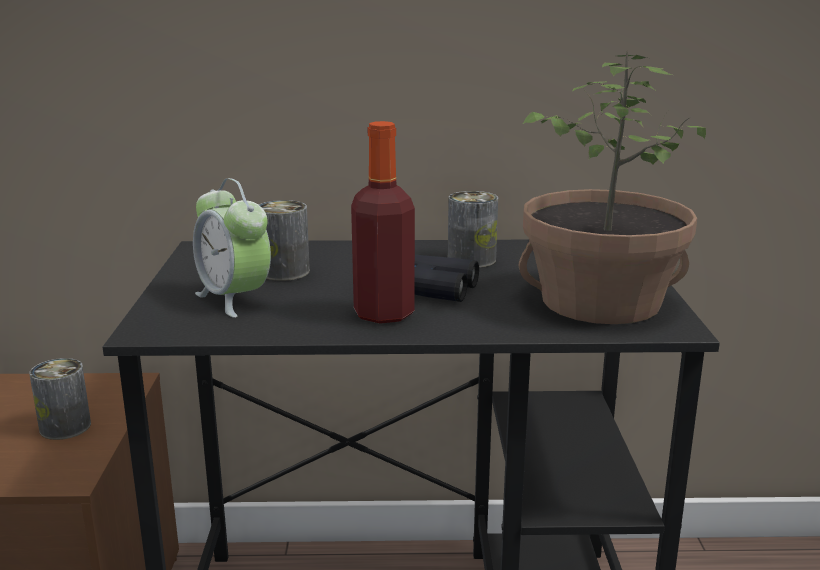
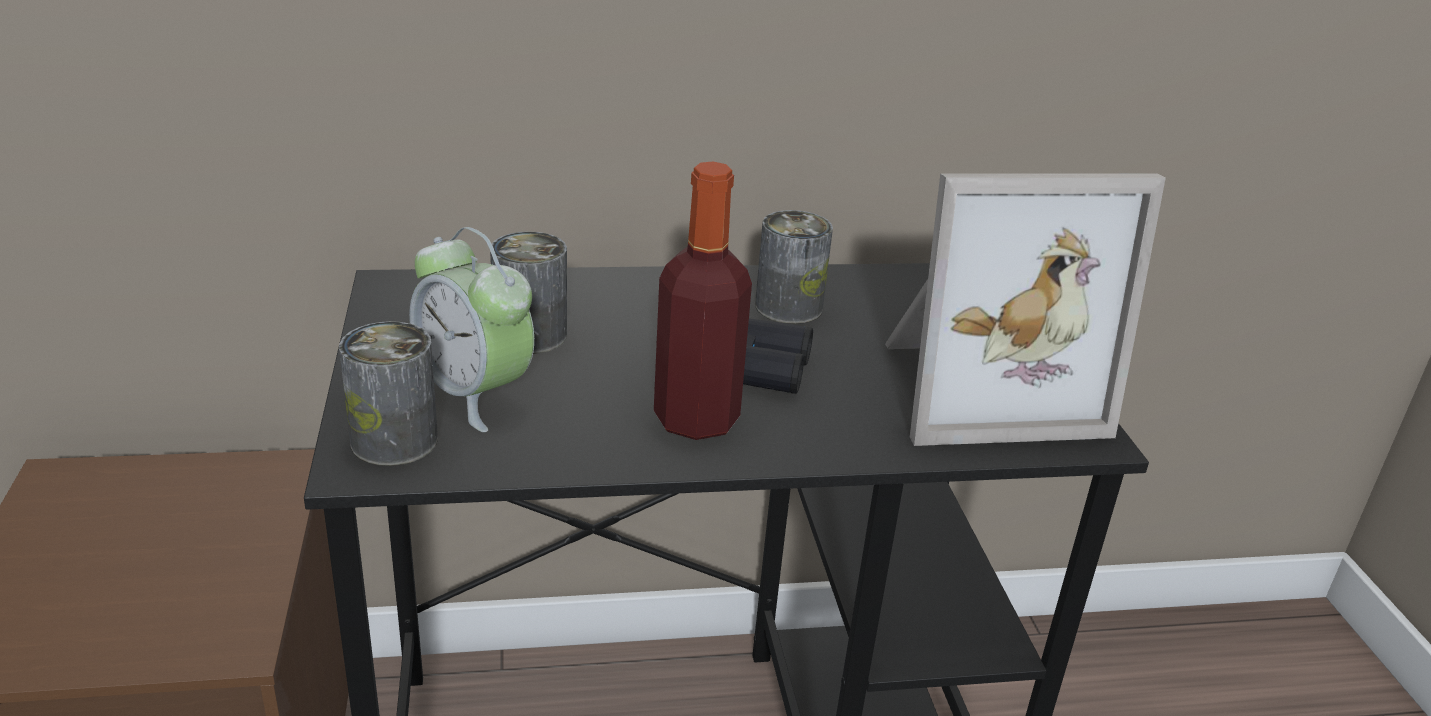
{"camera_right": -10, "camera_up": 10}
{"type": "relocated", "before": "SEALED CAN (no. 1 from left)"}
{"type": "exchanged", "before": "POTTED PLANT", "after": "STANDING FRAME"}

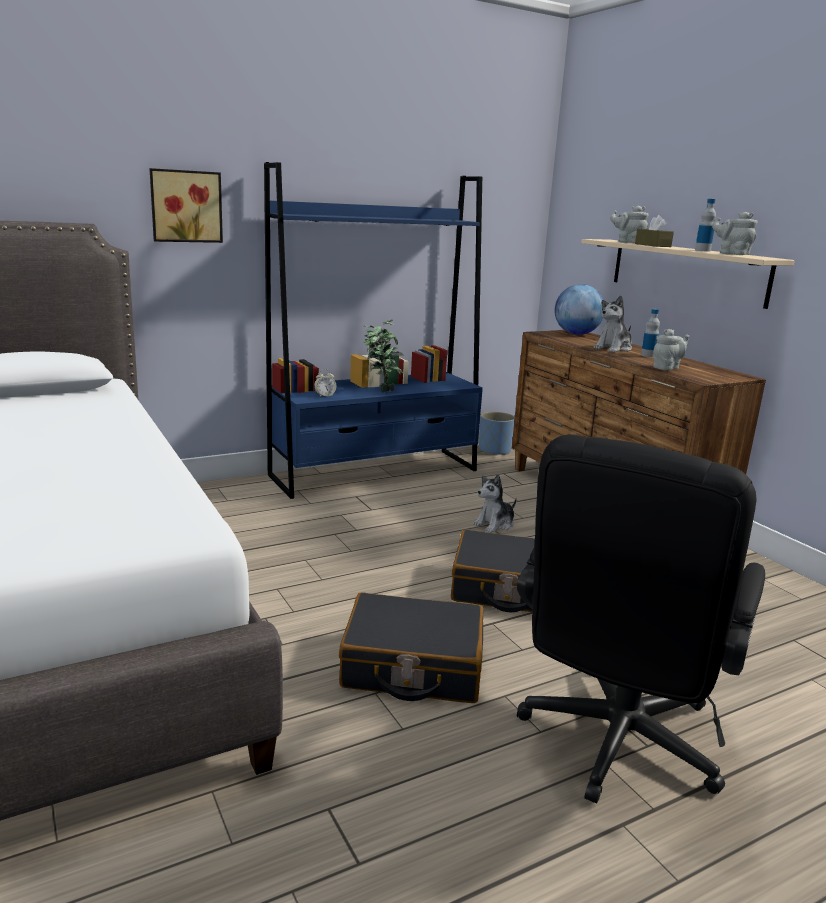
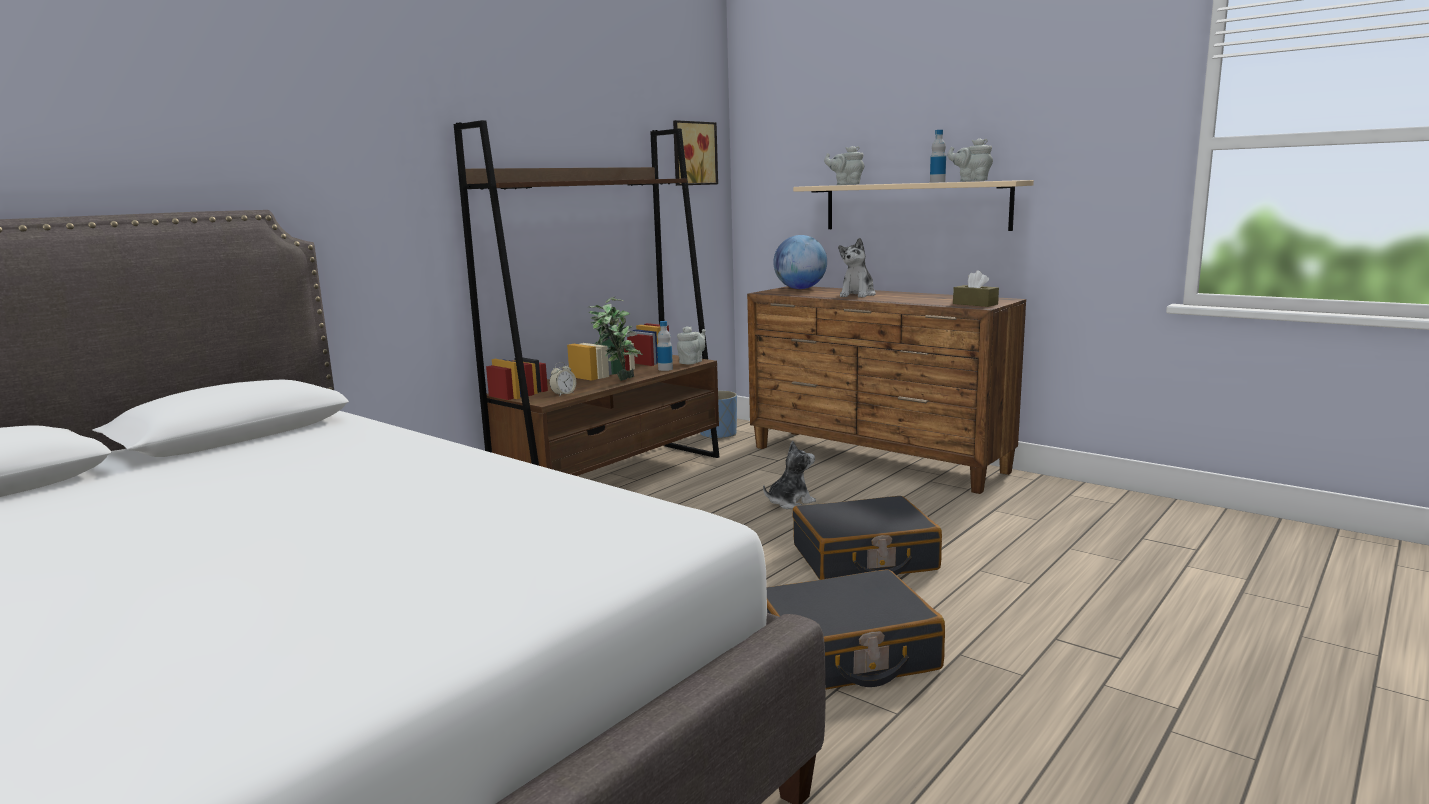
{"camera_right": -20, "camera_up": -5}
{"type": "colour", "before": "BLUE SHELVING UNIT", "after": "BROWN-COLOURED SHELVING UNIT"}
{"type": "relocated", "before": "BOTTLE (no. 1 from left)"}
{"type": "relocated", "before": "WALL PICTURE"}
{"type": "relocated", "before": "GREY TEA POT (no. 2 from left in the first image)", "after": "GREY TEA POT (no. 1 from left)"}
{"type": "spun", "before": "CUDDLY TOY (no. 1 from left)", "turn": -150}
{"type": "relocated", "before": "BROWN-COLOURED TISSUE HOLDER"}
{"type": "missing", "before": "BLACK OFFICE CHAIR"}

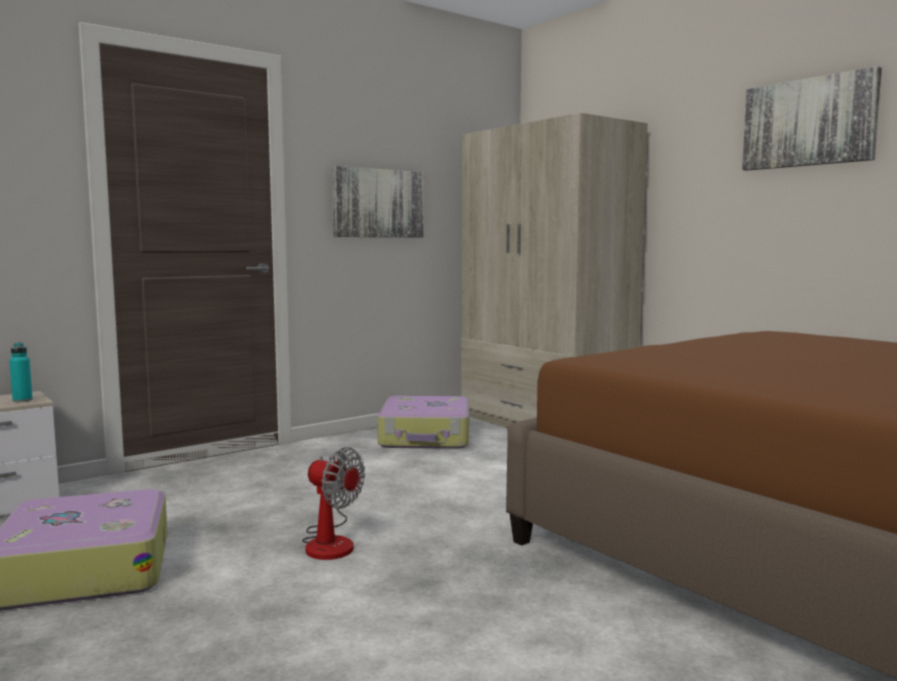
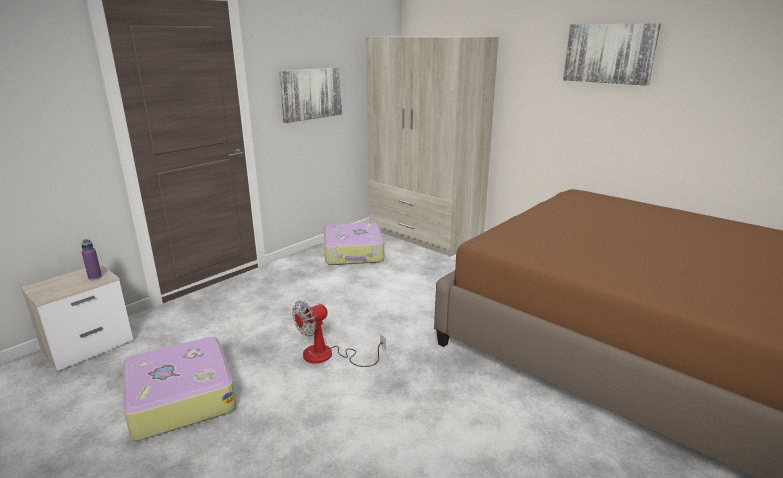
{"camera_right": -10, "camera_up": 15}
{"type": "colour", "before": "TURQUOISE BOTTLE", "after": "PURPLE BOTTLE"}
{"type": "spun", "before": "FAN", "turn": 120}

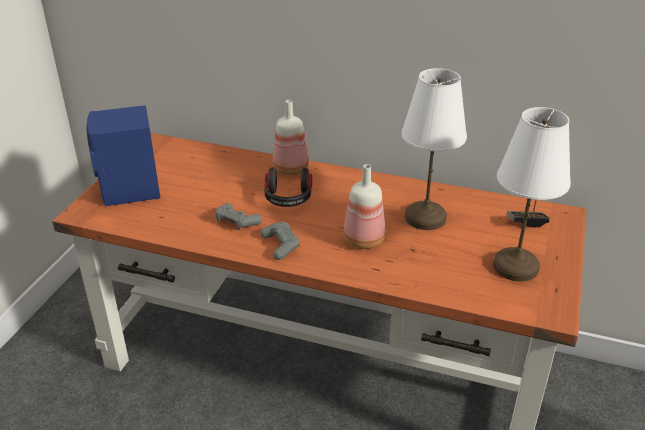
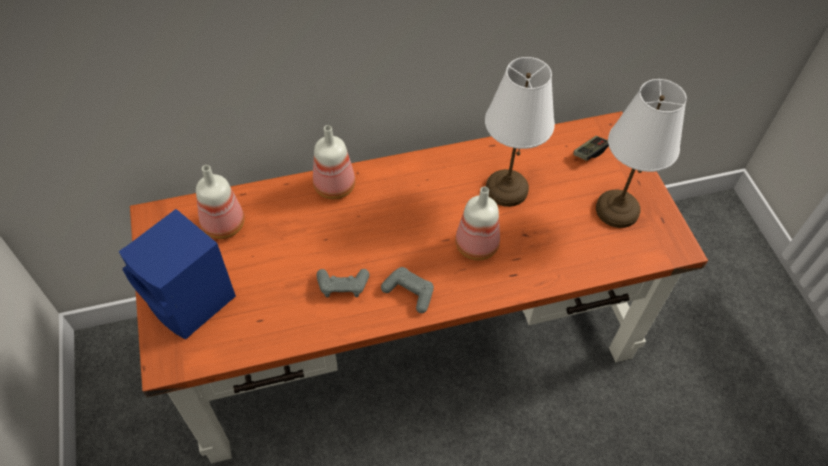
{"camera_right": -35, "camera_up": 20}
{"type": "appeared", "after": "BOTTLE (no. 1 from left)"}
{"type": "missing", "before": "PAIR OF HEADPHONES"}

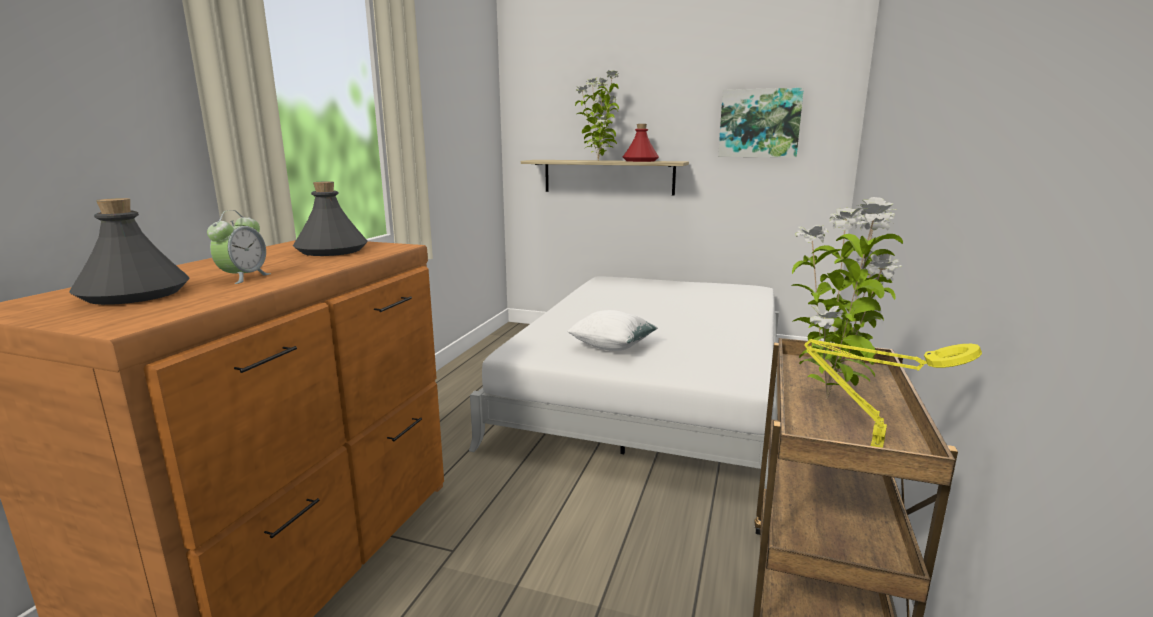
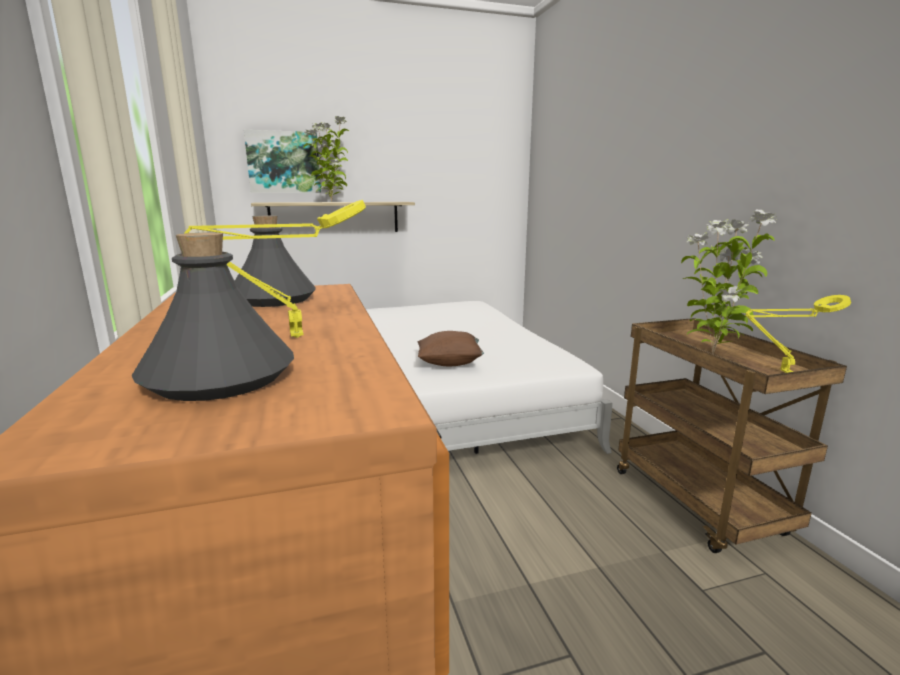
{"camera_right": -35, "camera_up": 0}
{"type": "exchanged", "before": "BEDSIDE CLOCK", "after": "YELLOW-COLOURED LAMP FOR A TABLE (no. 1 from left)"}
{"type": "relocated", "before": "WALL PICTURE"}
{"type": "colour", "before": "WHITE-COLOURED CUSHION", "after": "BROWN-COLOURED CUSHION"}
{"type": "missing", "before": "REDDISH BOTTLE"}

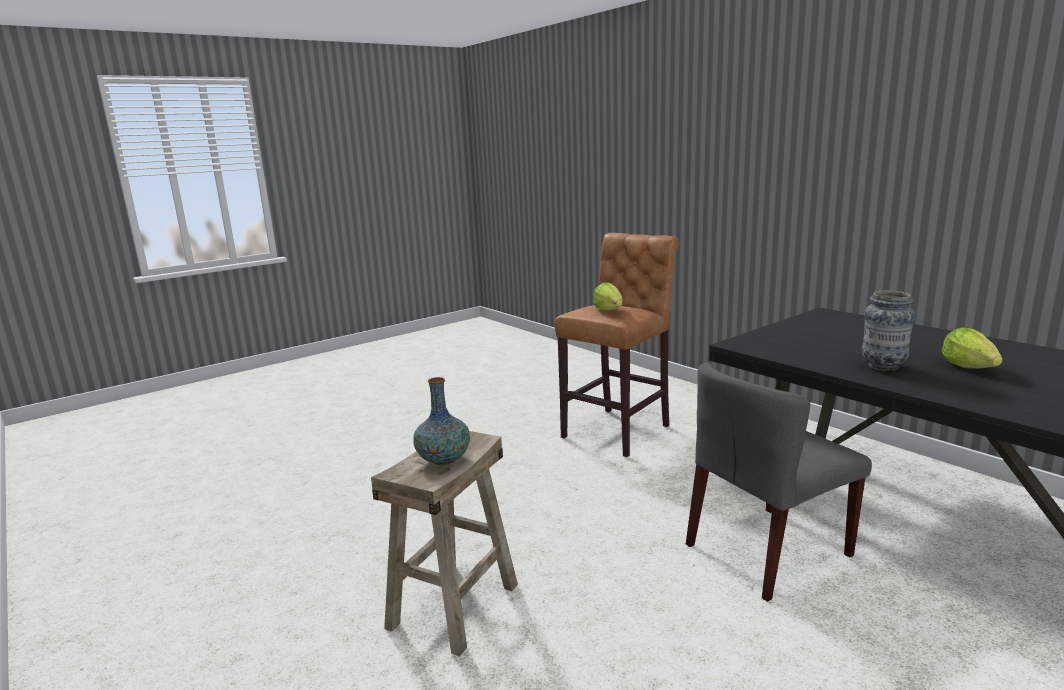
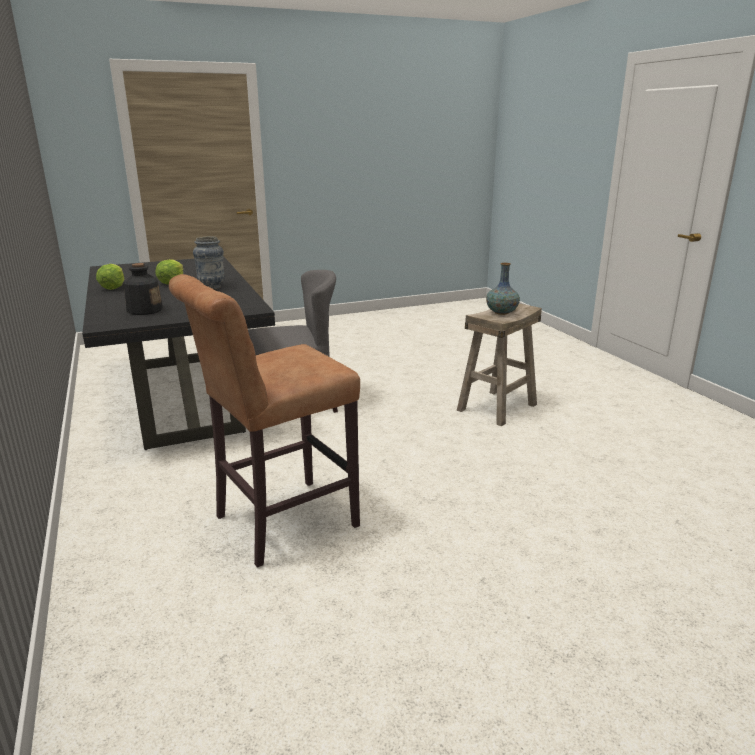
{"camera_right": -165, "camera_up": 5}
{"type": "relocated", "before": "LETTUCE HEAD (no. 1 from left)"}
{"type": "appeared", "after": "BOTTLE"}

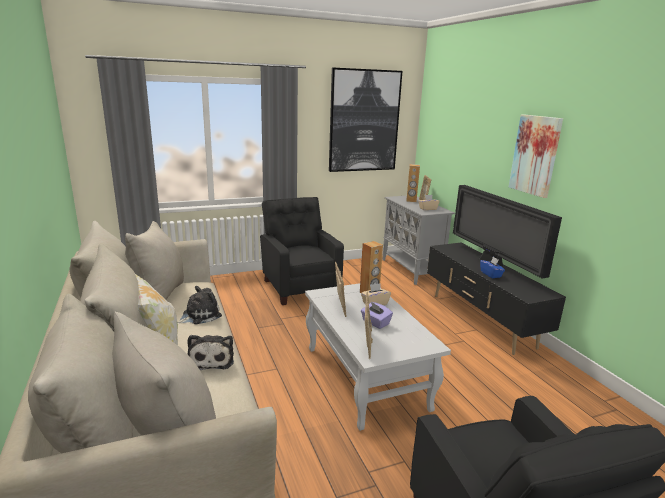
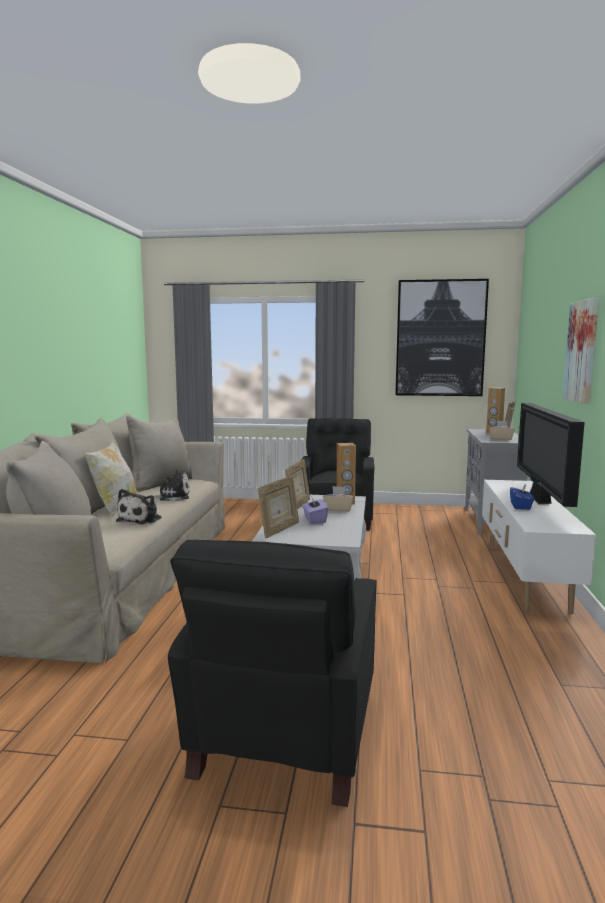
{"camera_right": 30, "camera_up": -10}
{"type": "colour", "before": "BLACK TV STAND", "after": "WHITE-COLOURED TV STAND"}

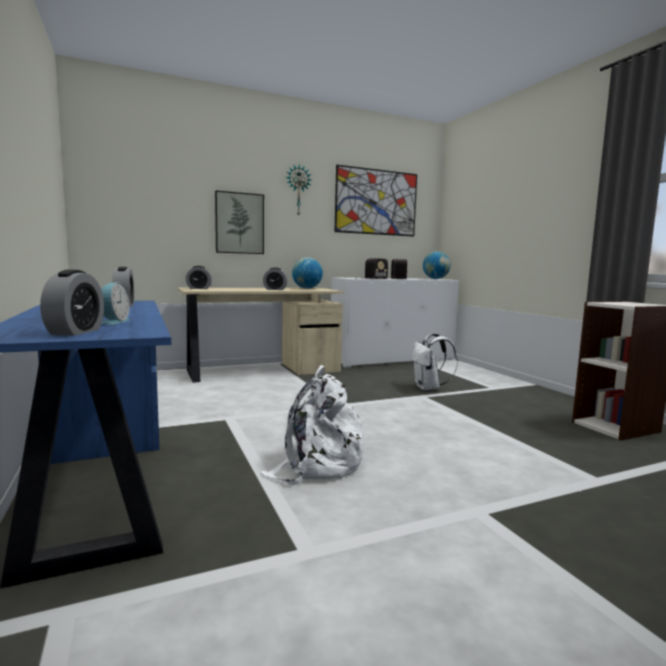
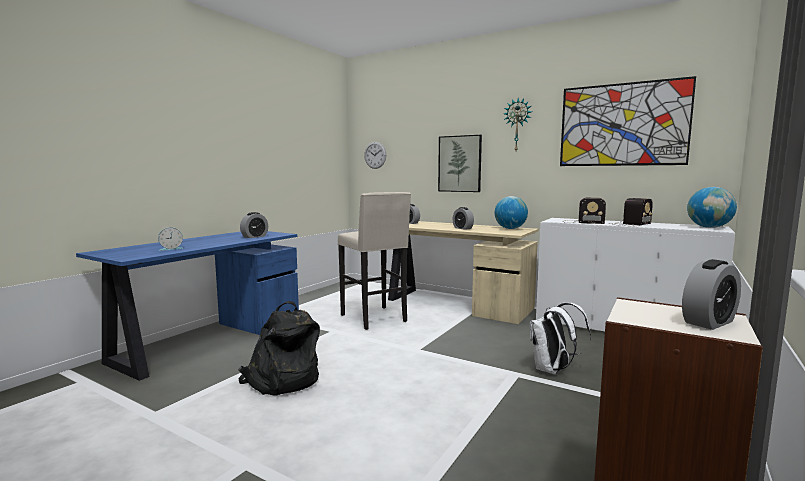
{"camera_right": 55, "camera_up": 0}
{"type": "colour", "before": "WHITE-COLOURED KNAPSACK (no. 1 from left)", "after": "BLACK KNAPSACK"}
{"type": "appeared", "after": "BEIGE-COLOURED SITTING STOOL"}
{"type": "appeared", "after": "HANGING CLOCK (no. 1 from left)"}
{"type": "relocated", "before": "BEDSIDE CLOCK (no. 1 from left in the first image)", "after": "BEDSIDE CLOCK (no. 5 from left)"}

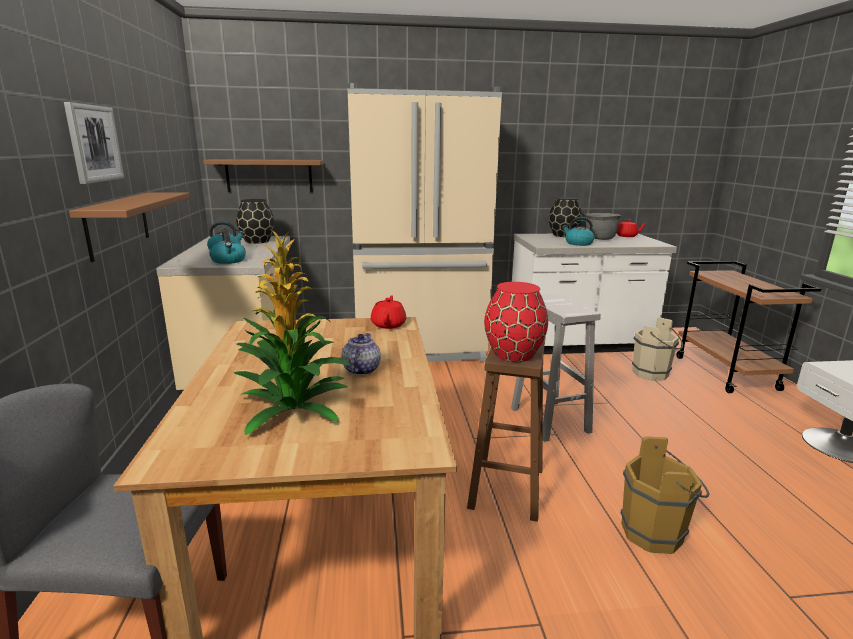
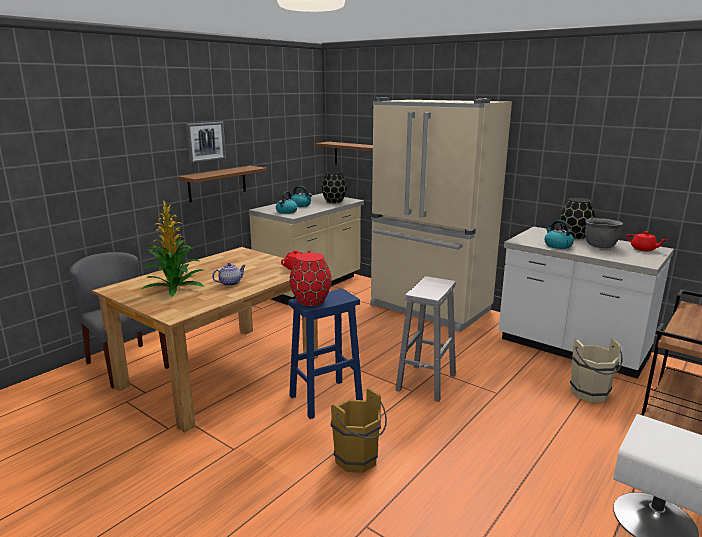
{"camera_right": 45, "camera_up": 0}
{"type": "colour", "before": "BROWN-COLOURED SITTING STOOL", "after": "BLUE SITTING STOOL"}

